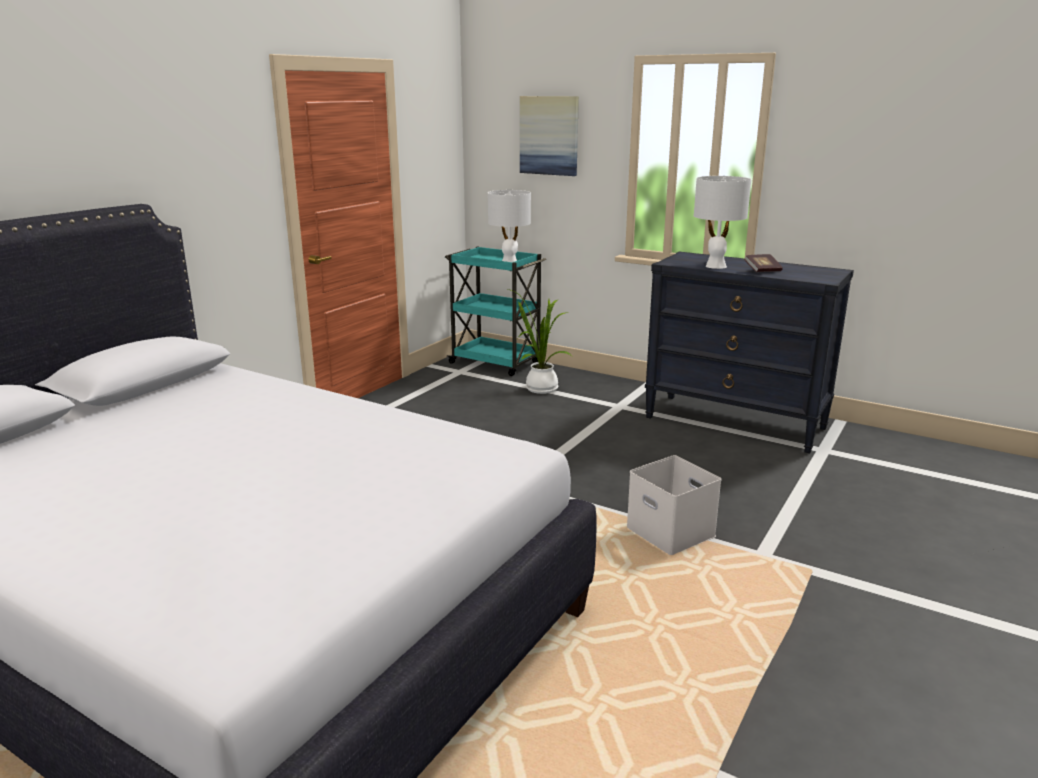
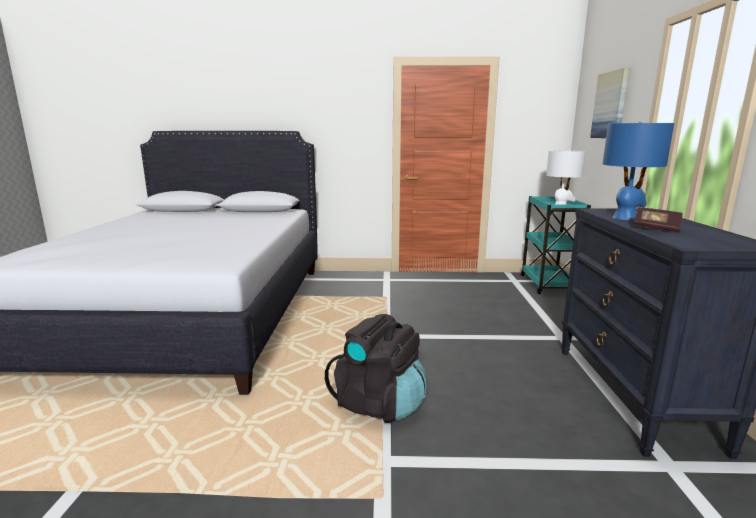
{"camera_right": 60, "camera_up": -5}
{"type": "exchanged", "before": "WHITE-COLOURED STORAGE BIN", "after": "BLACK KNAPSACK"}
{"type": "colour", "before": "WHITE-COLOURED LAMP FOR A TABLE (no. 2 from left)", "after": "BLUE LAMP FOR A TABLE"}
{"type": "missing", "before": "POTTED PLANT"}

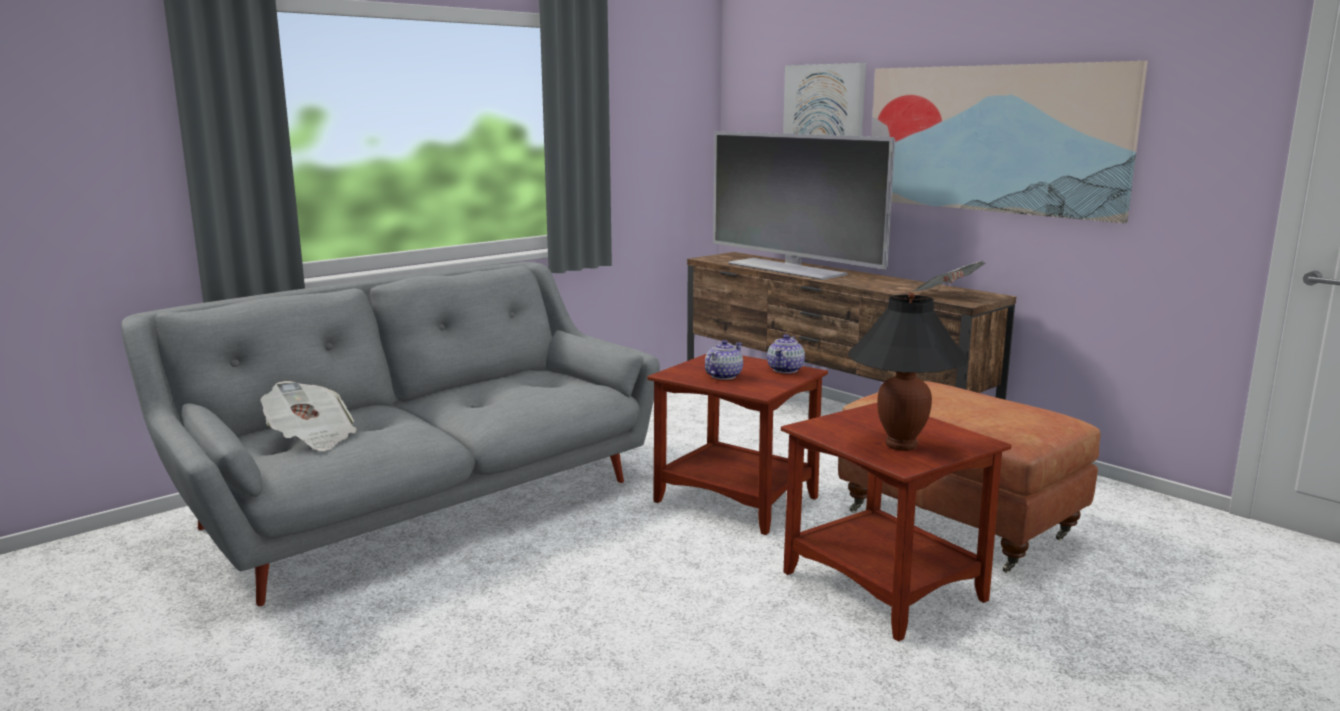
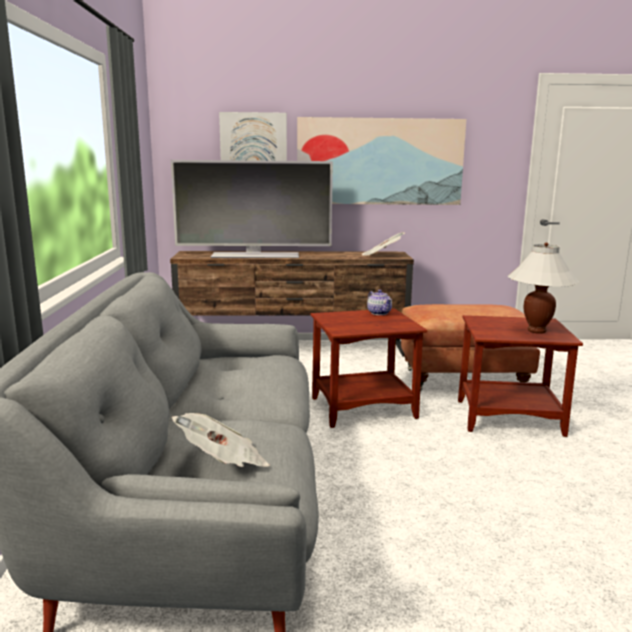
{"camera_right": -50, "camera_up": 0}
{"type": "colour", "before": "BLACK LAMP FOR A TABLE", "after": "WHITE-COLOURED LAMP FOR A TABLE"}
{"type": "missing", "before": "TEA POT (no. 1 from left)"}

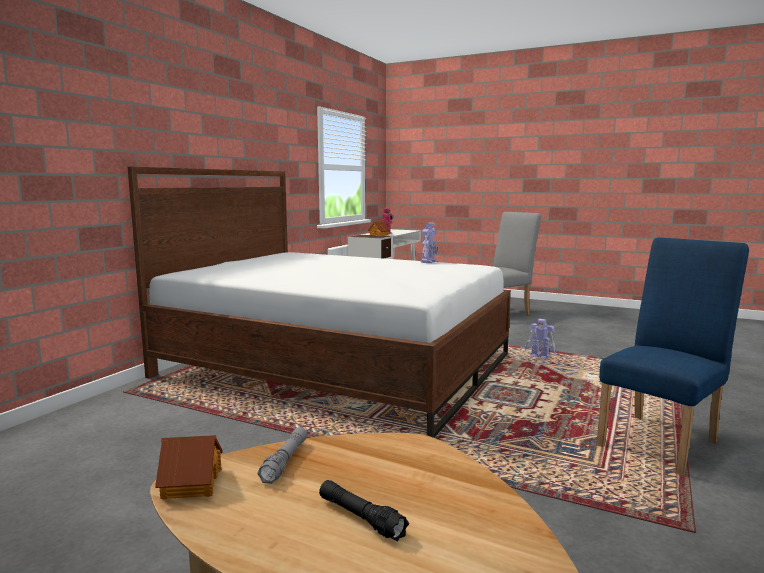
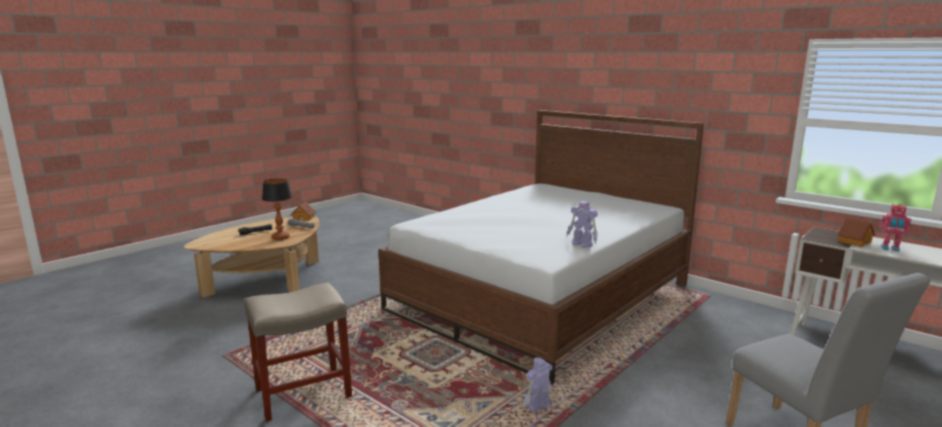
{"camera_right": 105, "camera_up": 5}
{"type": "exchanged", "before": "BLUE PLAIN CHAIR", "after": "BEIGE-COLOURED SITTING STOOL"}
{"type": "appeared", "after": "LAMP FOR A TABLE"}

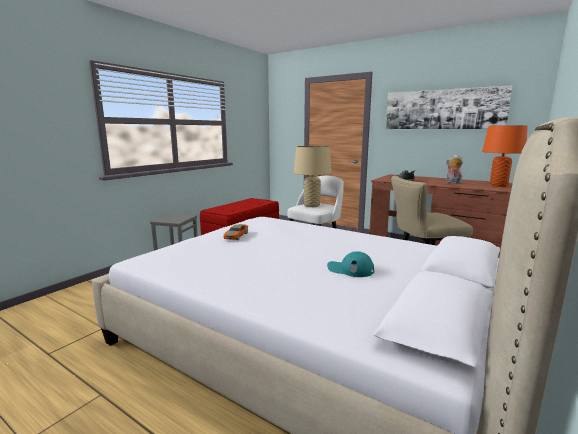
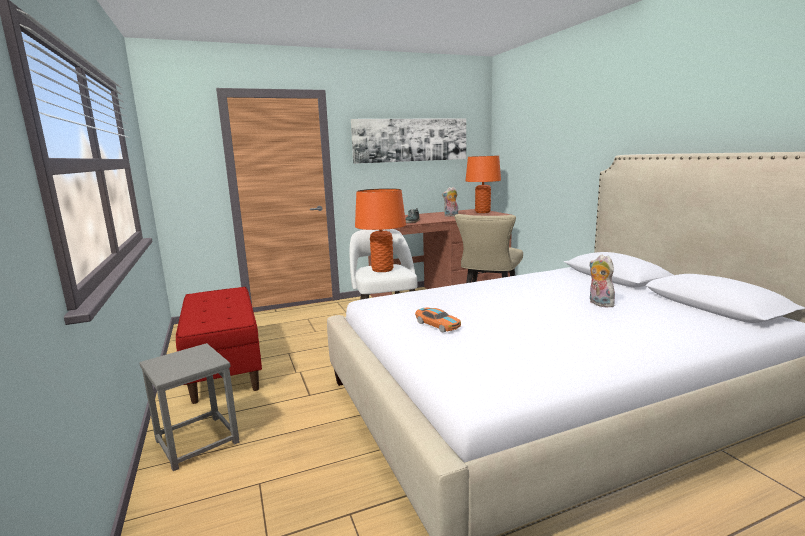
{"camera_right": -55, "camera_up": 0}
{"type": "colour", "before": "BEIGE-COLOURED LAMP FOR A TABLE", "after": "ORANGE LAMP FOR A TABLE (no. 1 from left)"}
{"type": "exchanged", "before": "TURQUOISE PEAKED CAP", "after": "CUDDLY TOY (no. 2 from left)"}

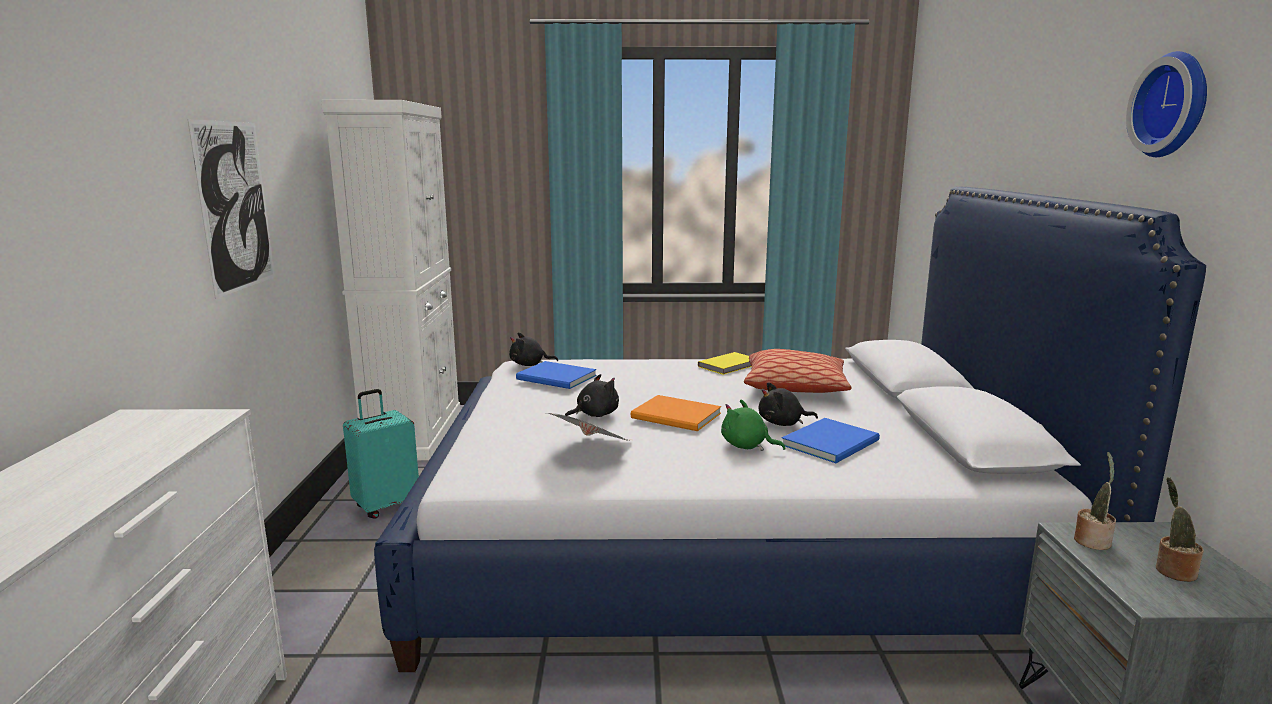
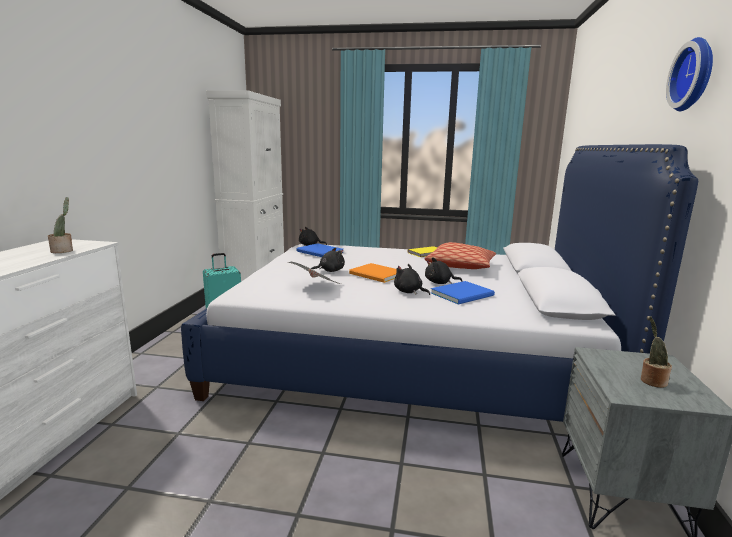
{"camera_right": 10, "camera_up": 0}
{"type": "relocated", "before": "POTTED PLANT (no. 1 from left)"}
{"type": "colour", "before": "GREEN-COLOURED CUDDLY TOY", "after": "BLACK CUDDLY TOY (no. 3 from left)"}
{"type": "missing", "before": "WALL PICTURE"}

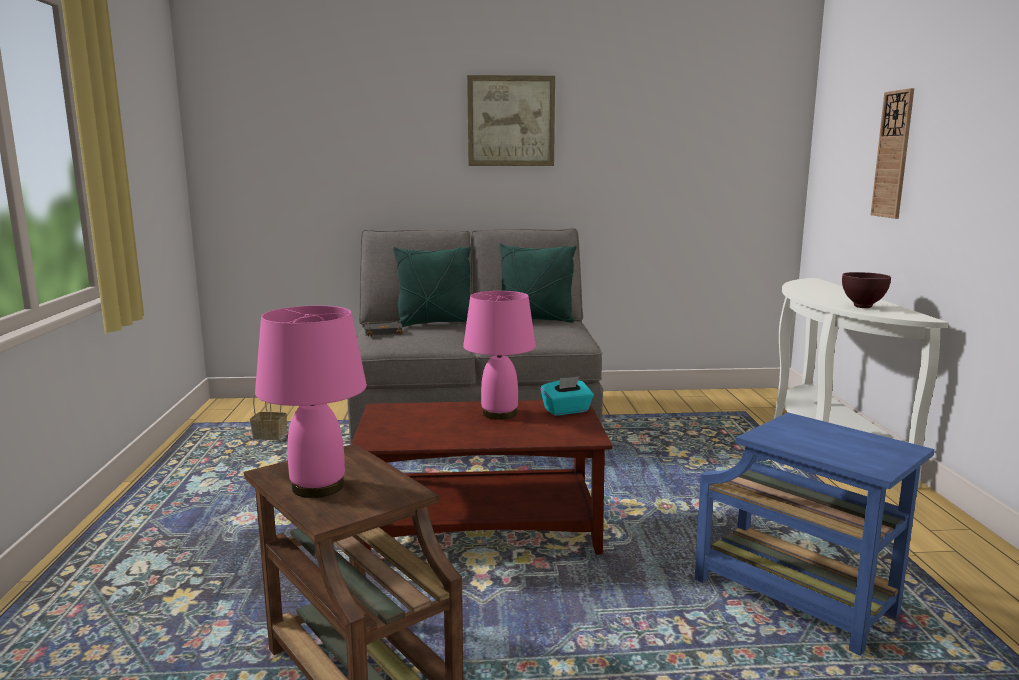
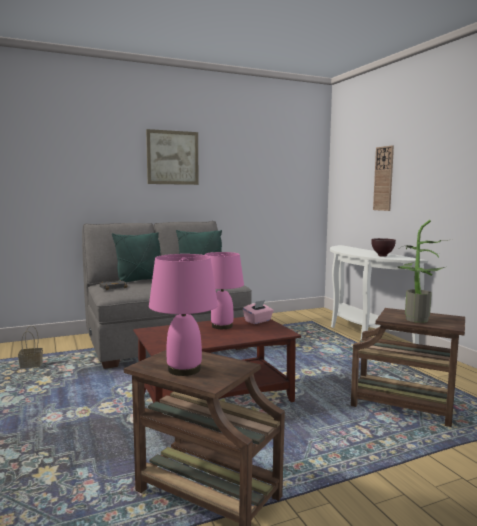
{"camera_right": -20, "camera_up": -5}
{"type": "colour", "before": "TURQUOISE TISSUE HOLDER", "after": "PINK-COLOURED TISSUE HOLDER"}
{"type": "colour", "before": "BLUE END TABLE", "after": "BROWN-COLOURED END TABLE (no. 2 from left)"}
{"type": "appeared", "after": "POTTED PLANT"}

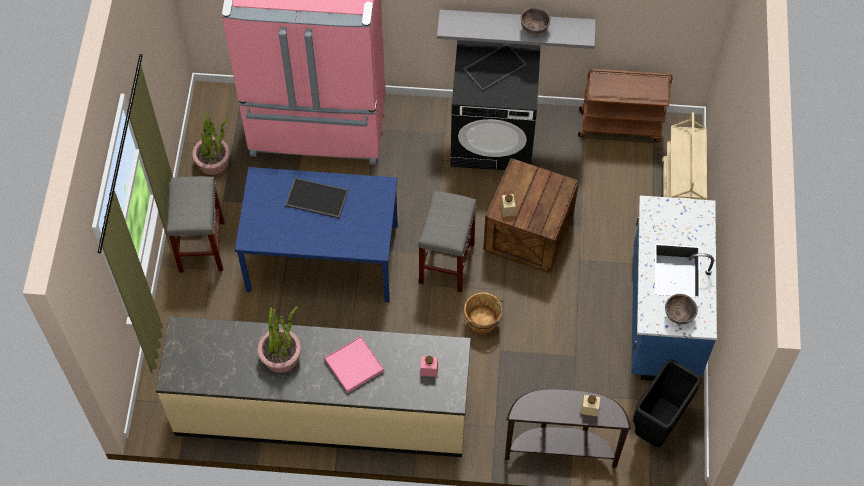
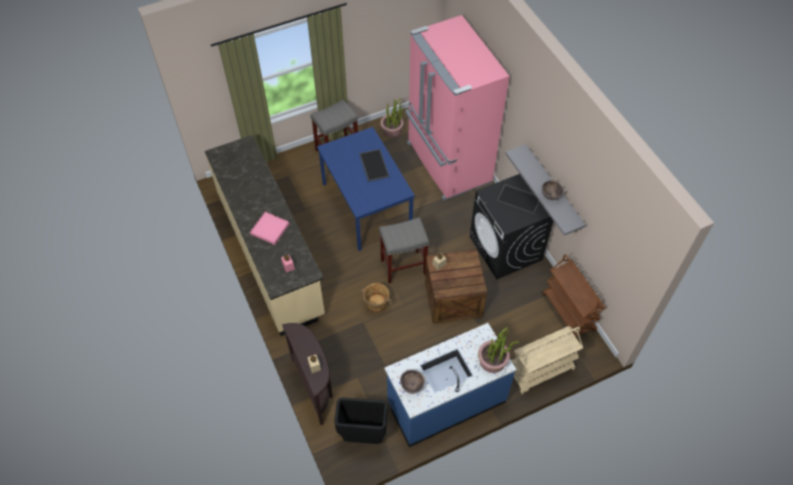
{"camera_right": 60, "camera_up": -5}
{"type": "relocated", "before": "POTTED PLANT (no. 2 from left)"}

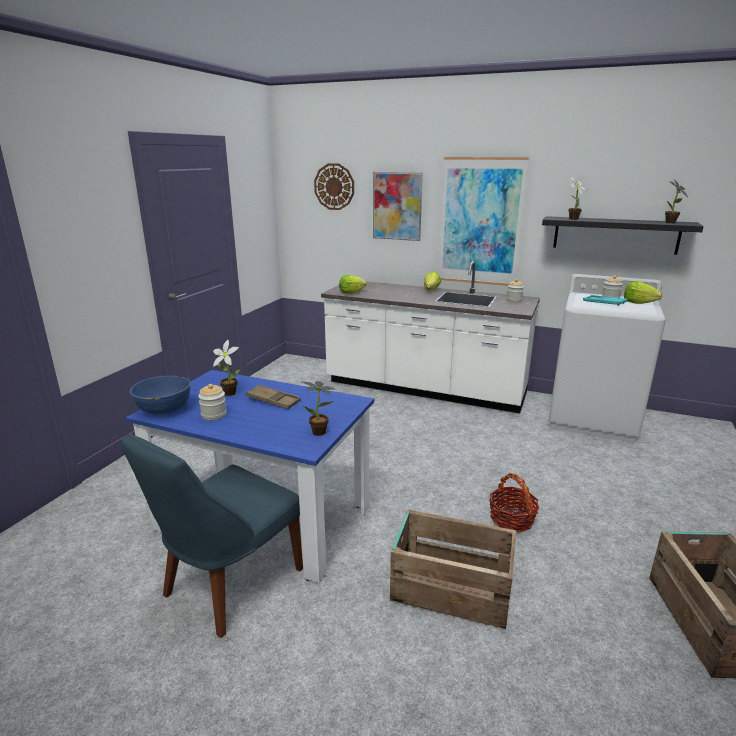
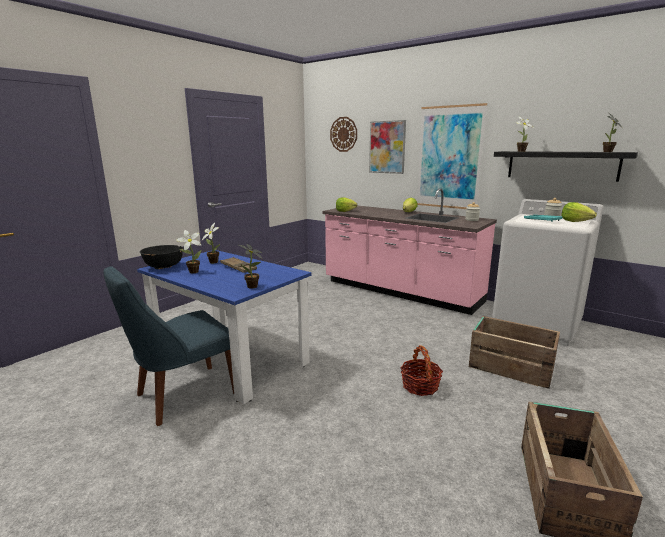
{"camera_right": 15, "camera_up": -5}
{"type": "colour", "before": "BLUE BOWL", "after": "BLACK BOWL"}
{"type": "exchanged", "before": "PRESERVE JAR (no. 1 from left)", "after": "POTTED PLANT (no. 1 from left)"}
{"type": "colour", "before": "WHITE-COLOURED KITCHEN BASE UNIT", "after": "PINK-COLOURED KITCHEN BASE UNIT"}
{"type": "relocated", "before": "CRATE (no. 1 from left)"}

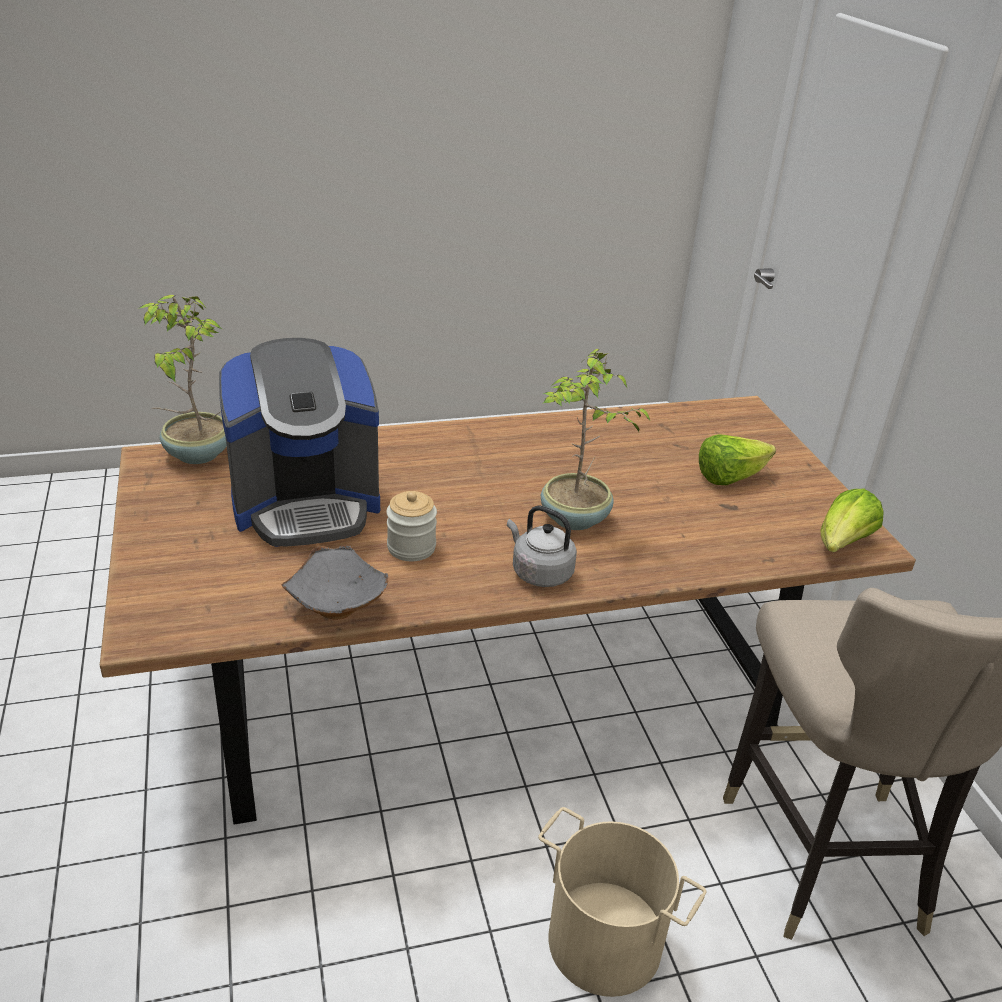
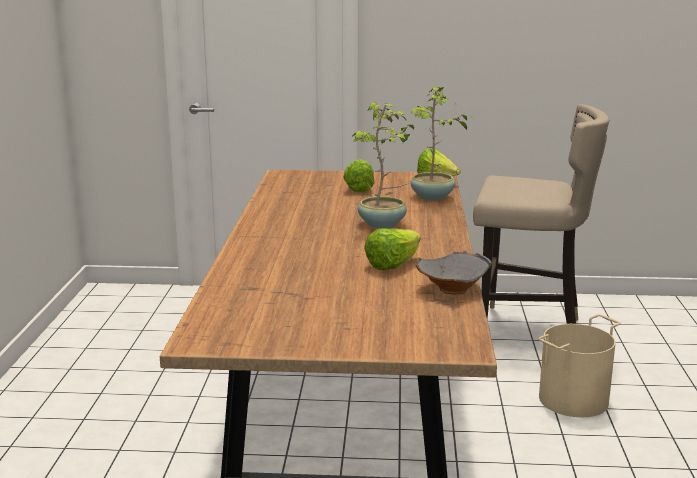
{"camera_right": -70, "camera_up": -15}
{"type": "exchanged", "before": "PRESERVE JAR", "after": "LETTUCE HEAD (no. 2 from left)"}
{"type": "relocated", "before": "POTTED PLANT (no. 1 from left in the first image)", "after": "POTTED PLANT (no. 2 from left)"}
{"type": "missing", "before": "COFFEE MAKER"}
{"type": "missing", "before": "GREY TEA KETTLE"}

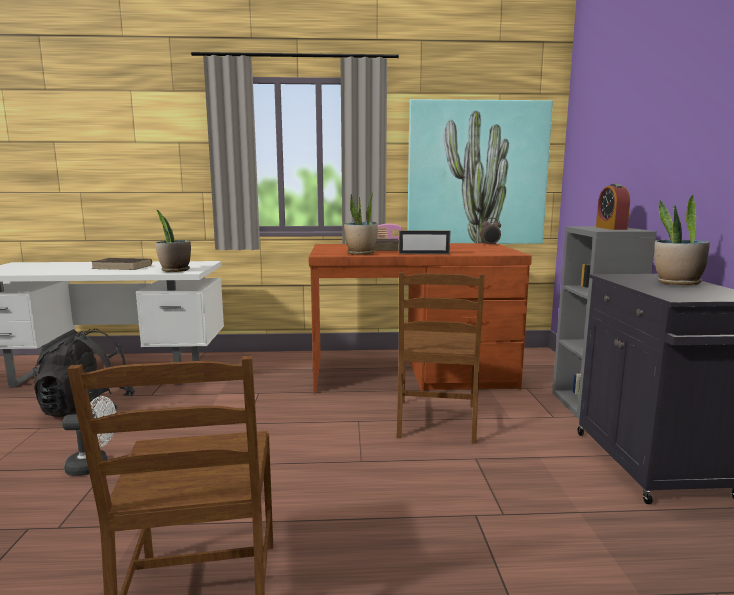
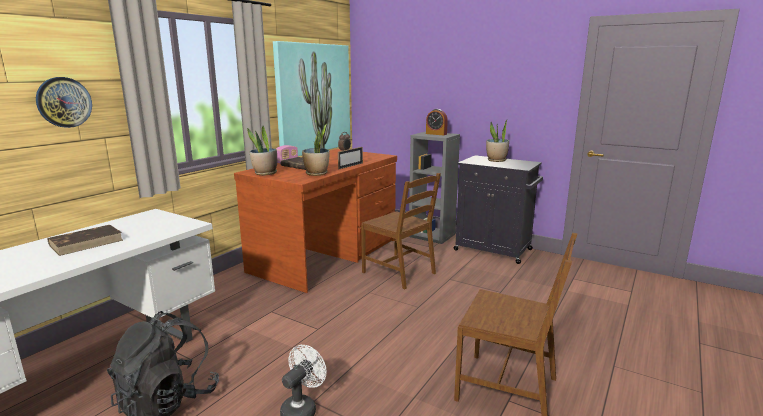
{"camera_right": -55, "camera_up": 5}
{"type": "appeared", "after": "HANGING CLOCK"}
{"type": "relocated", "before": "POTTED PLANT (no. 1 from left)"}

